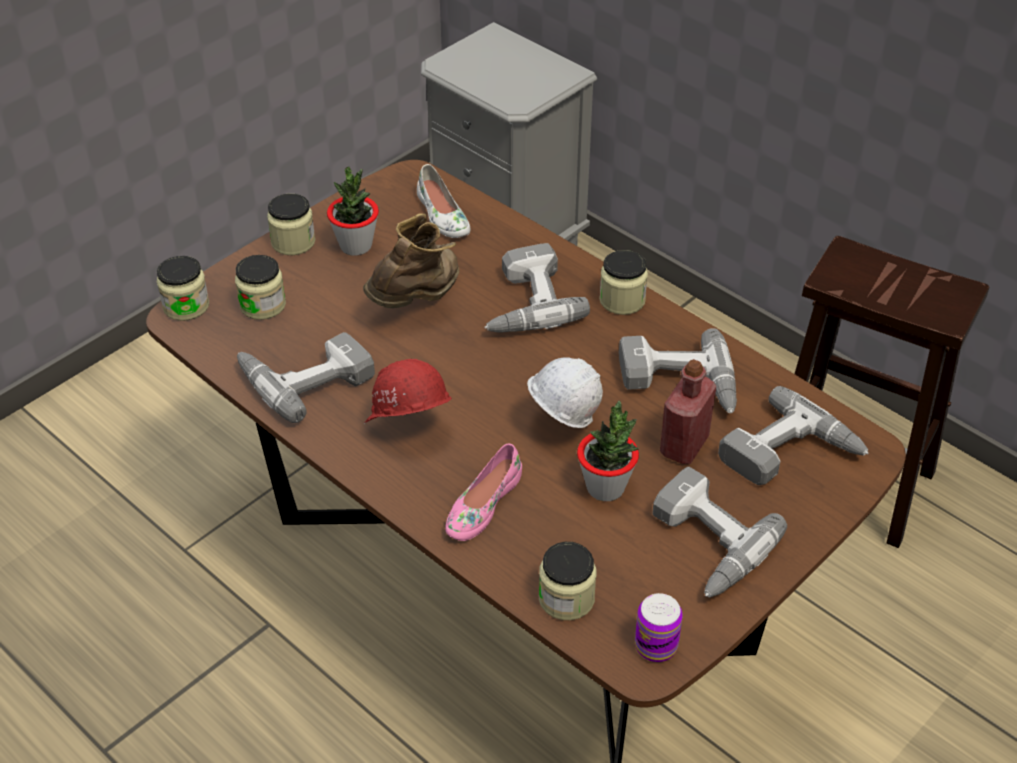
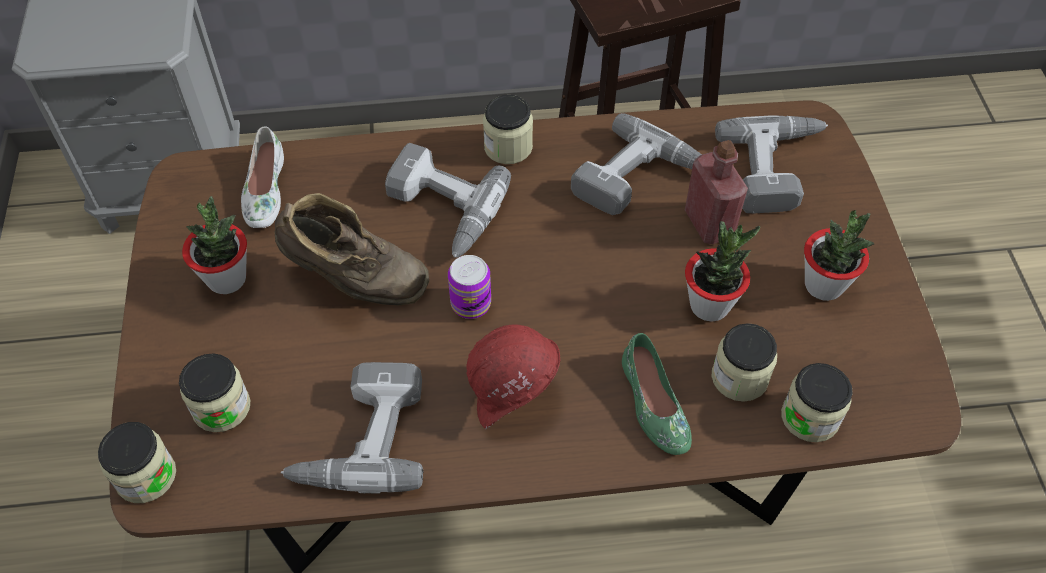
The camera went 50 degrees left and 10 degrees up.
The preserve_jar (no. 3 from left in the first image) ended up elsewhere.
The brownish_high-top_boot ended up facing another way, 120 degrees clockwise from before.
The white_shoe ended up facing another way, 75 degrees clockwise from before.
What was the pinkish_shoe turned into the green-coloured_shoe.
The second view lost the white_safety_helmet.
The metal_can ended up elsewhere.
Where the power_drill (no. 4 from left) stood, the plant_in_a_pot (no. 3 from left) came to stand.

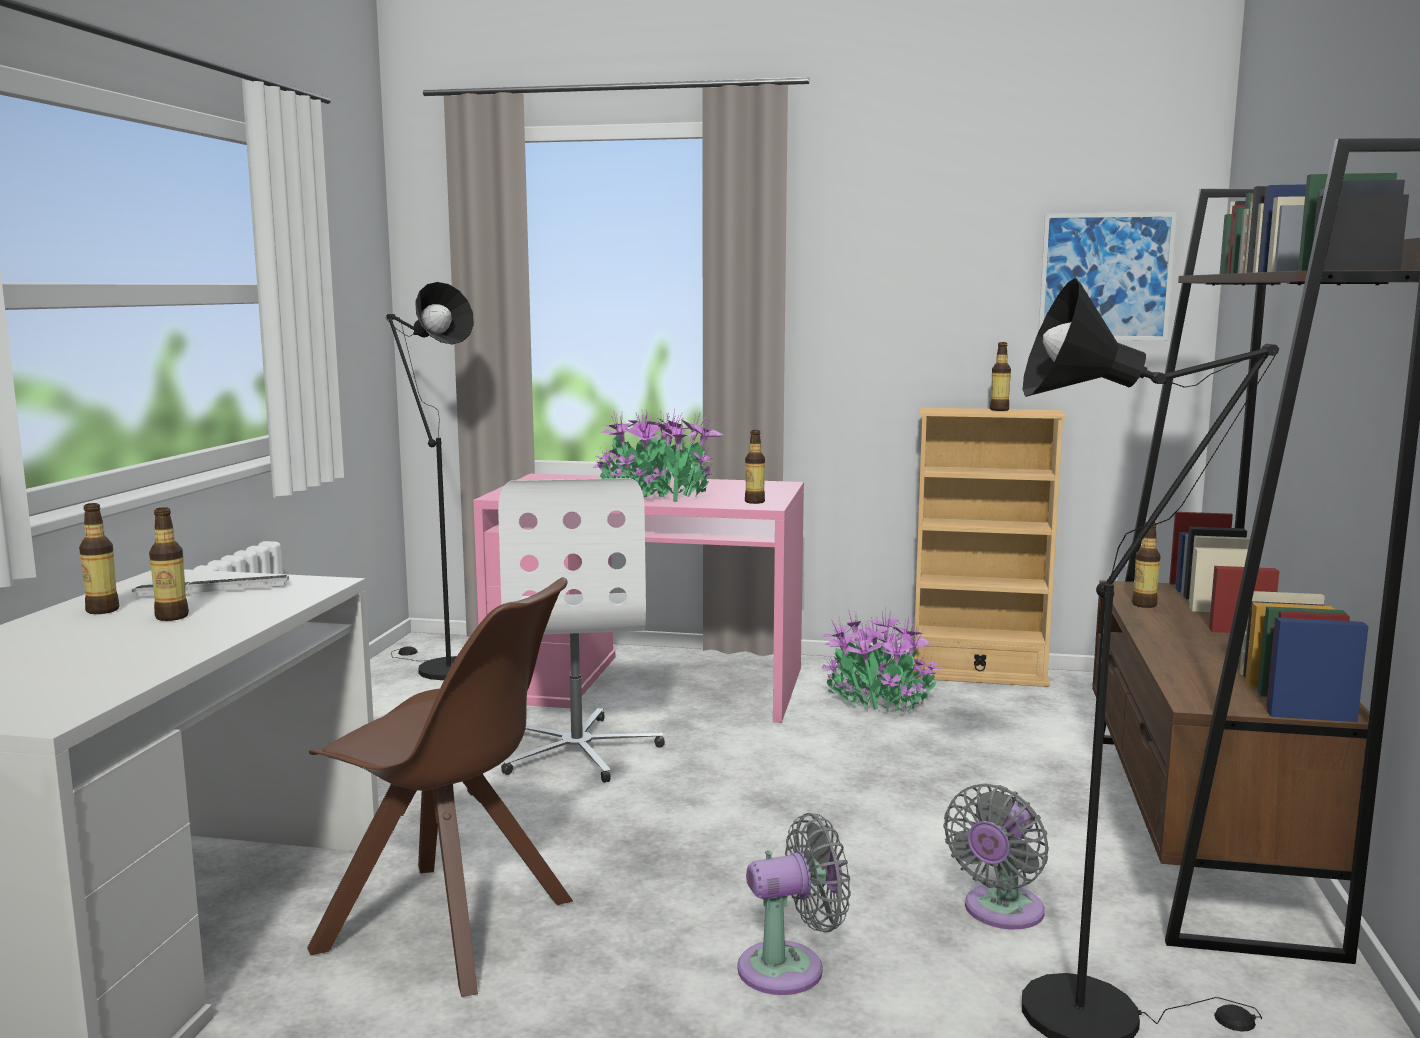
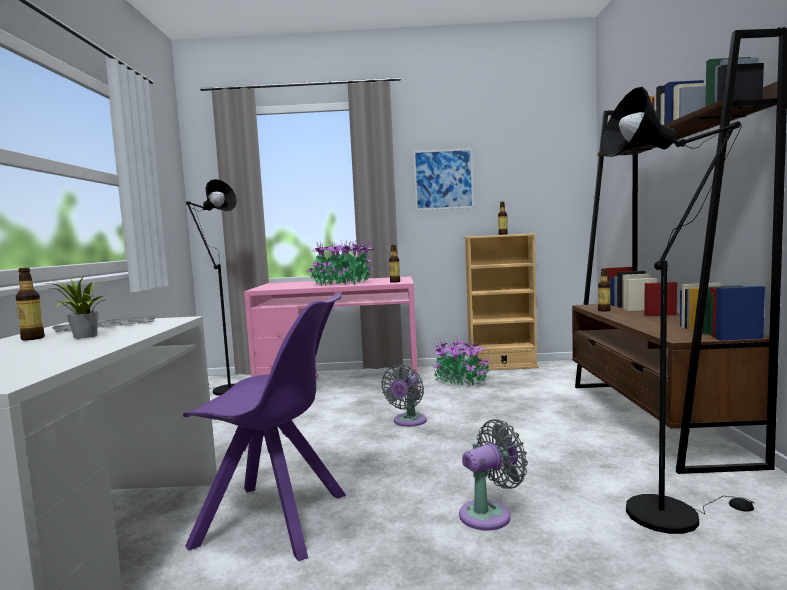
The camera went 10 degrees left and 5 degrees down.
Where the beverage_bottle (no. 2 from left) stood, the plant_in_a_pot (no. 1 from left) came to stand.
What was the brownish_chair turned into the purple-coloured_chair.
The second view lost the white_desk_chair.
The grey_cooling_fan (no. 2 from left in the first image) ended up elsewhere.
The wall_art ended up elsewhere.

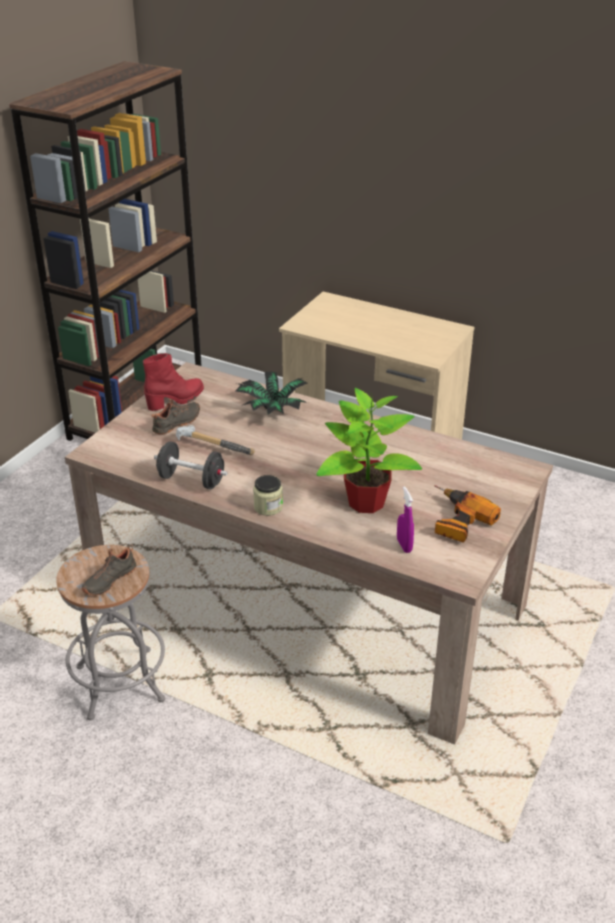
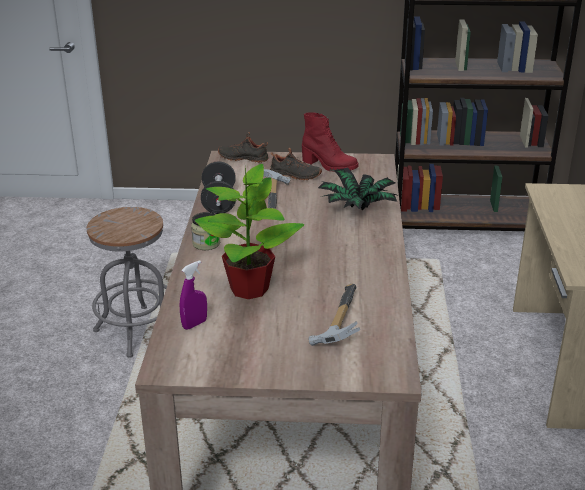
The camera went 65 degrees right and 5 degrees down.
The black_shoe (no. 1 from left) ended up elsewhere.
The second view lost the power_drill.
The second view gained the tool_hammer (no. 2 from left).

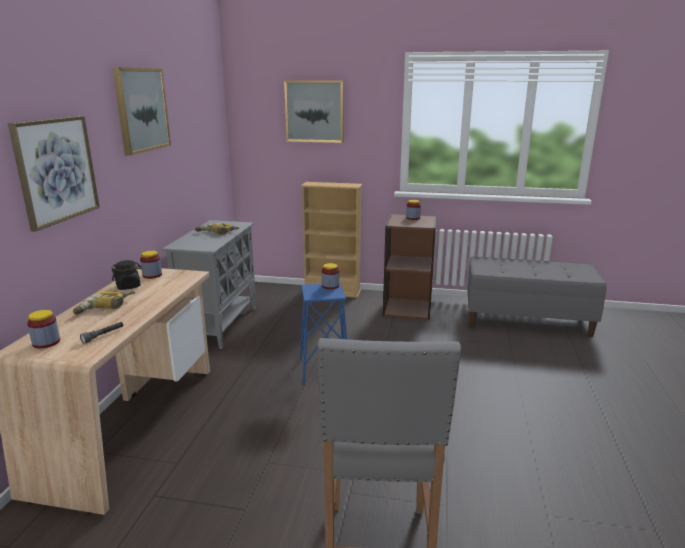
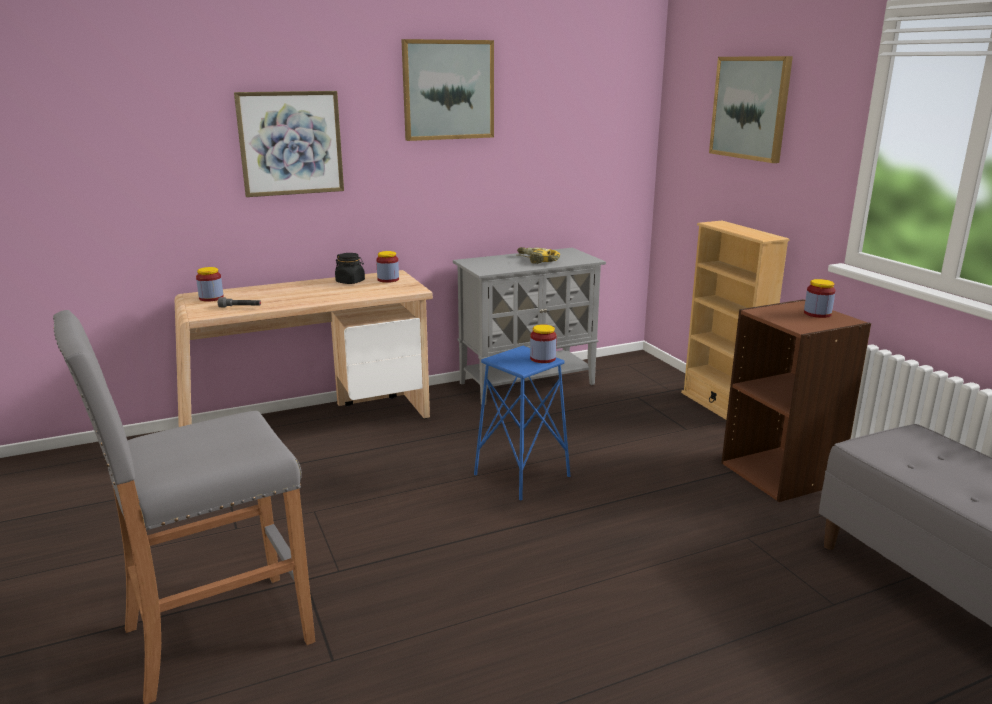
The camera went 55 degrees right and 0 degrees up.
The second view lost the power_drill (no. 1 from left).

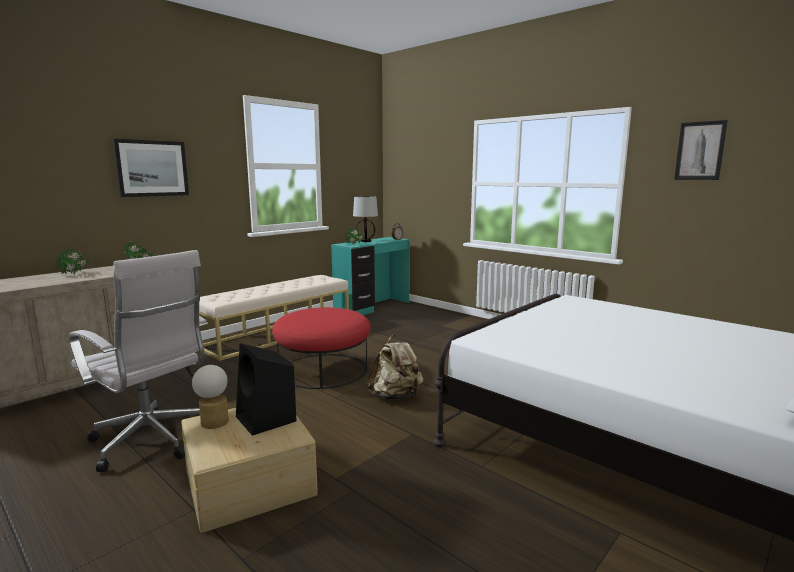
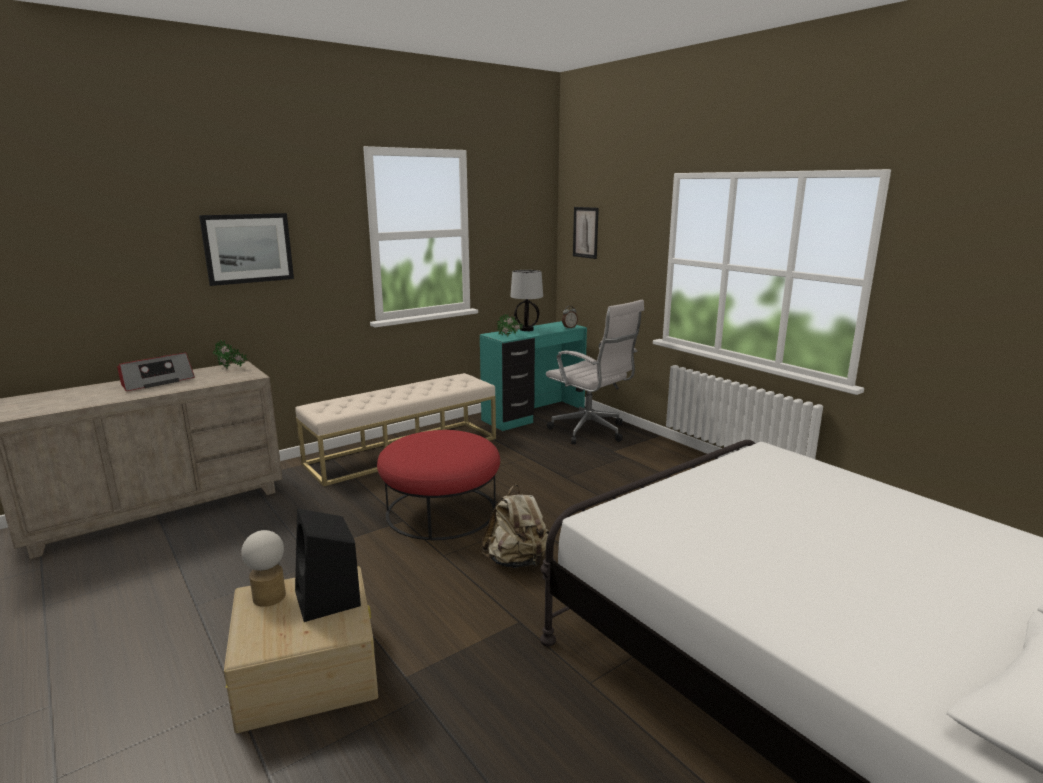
The camera went 10 degrees right and 5 degrees up.
Where the plant_in_a_pot (no. 1 from left) stood, the radio came to stand.
The white_desk_chair ended up elsewhere.
The wall_art (no. 2 from left) ended up elsewhere.

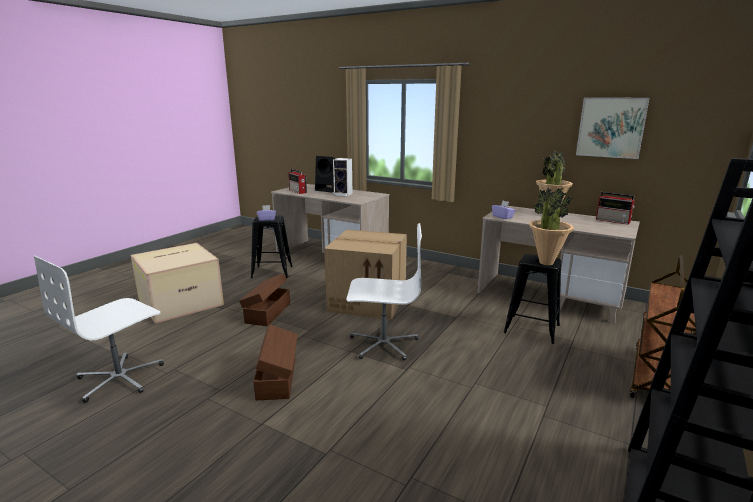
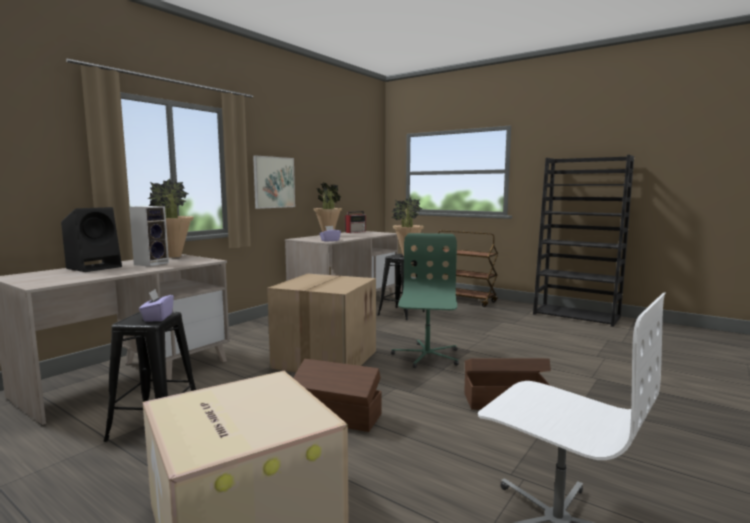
The camera went 85 degrees left and 10 degrees down.
The second view lost the radio (no. 1 from left).
What was the white_desk_chair (no. 2 from left) turned into the green-coloured_desk_chair.
The wall_art ended up elsewhere.
The second view gained the plant_in_a_pot (no. 1 from left).

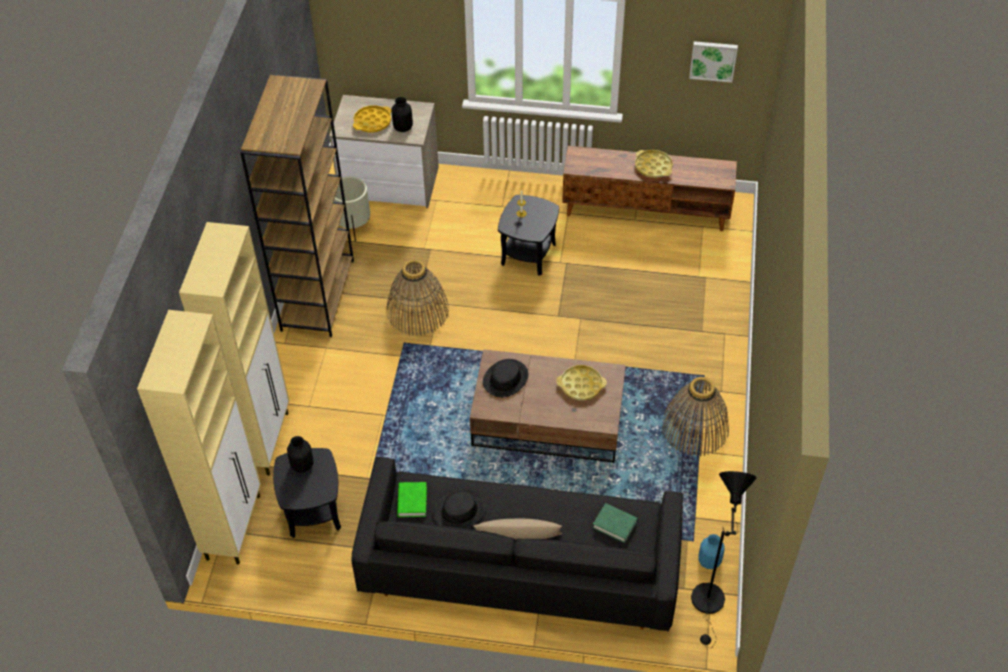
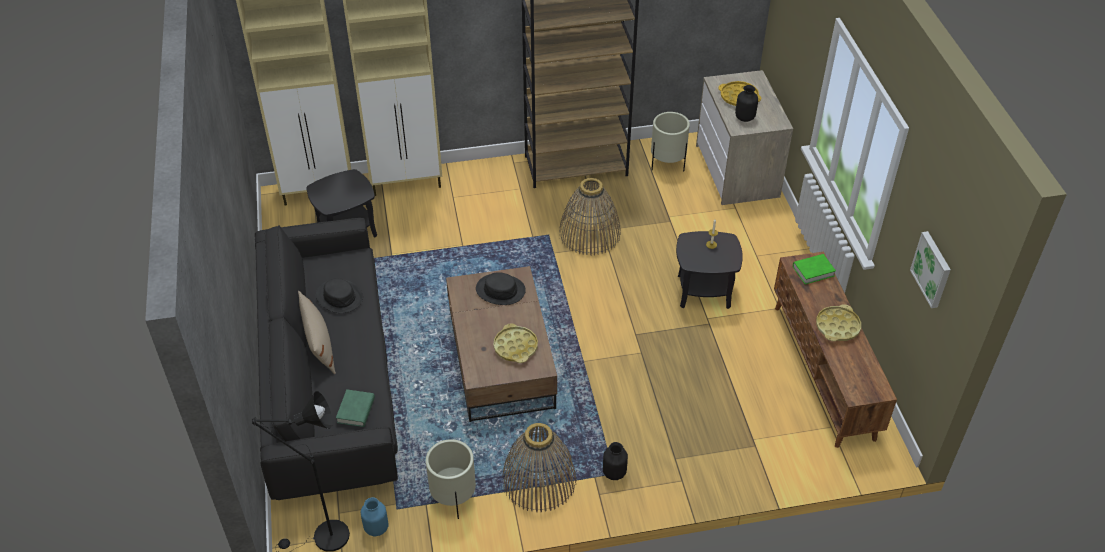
The camera went 70 degrees right and 5 degrees down.
The black_vase (no. 1 from left) ended up elsewhere.
The green-coloured_bound_book (no. 1 from left in the first image) ended up elsewhere.
The second view gained the beige_flower_pot (no. 1 from left).

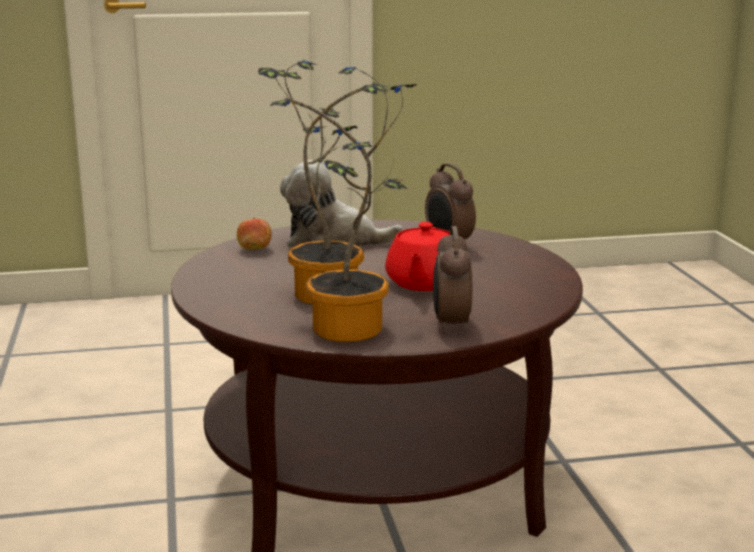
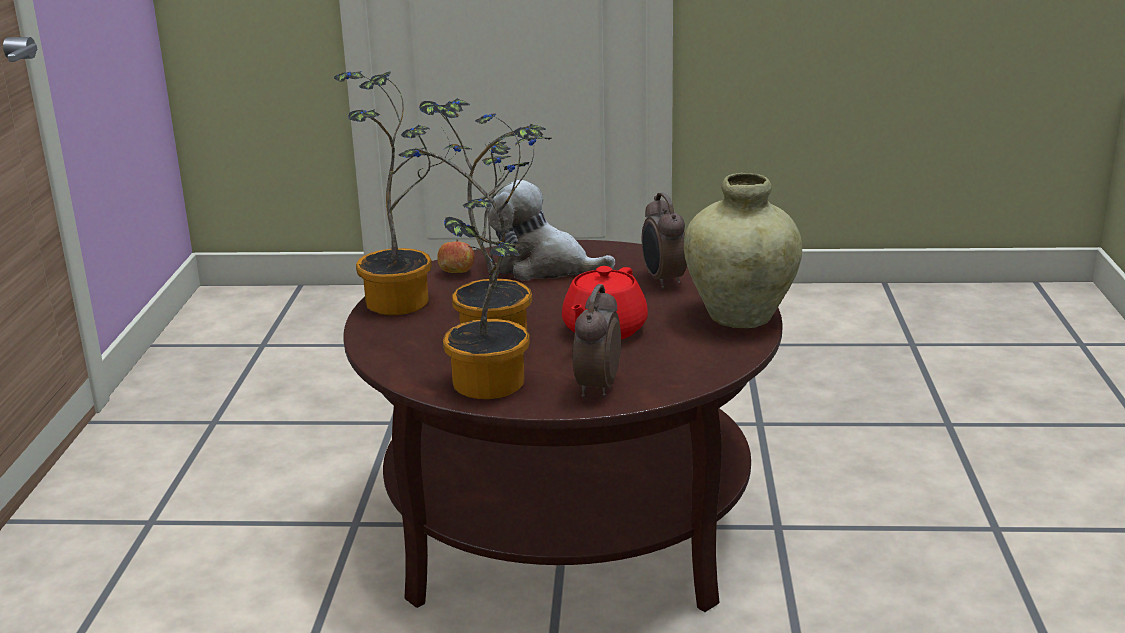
The camera went 15 degrees right and 5 degrees up.
The second view gained the plant_in_a_pot (no. 1 from left).
The second view gained the beige_vase.

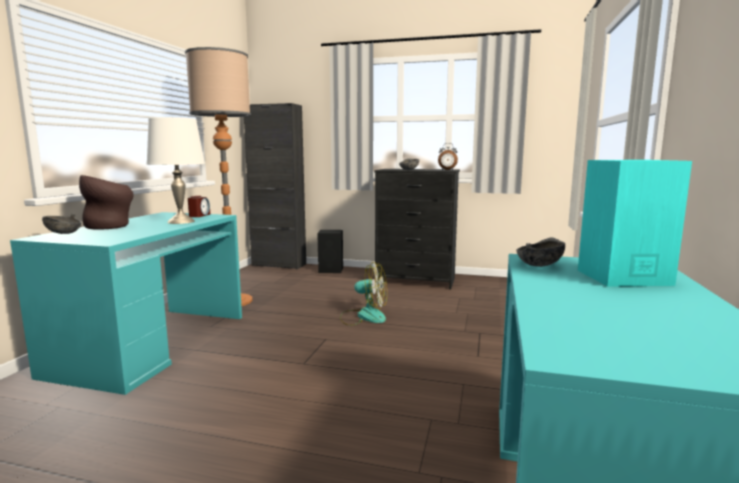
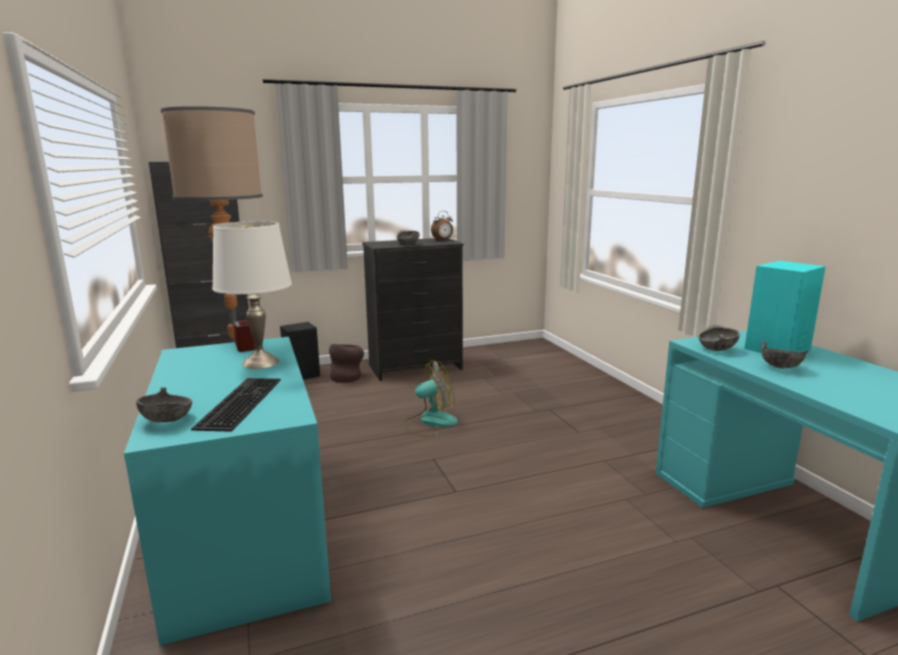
The camera went 35 degrees left and 5 degrees up.
The brownish_vase ended up elsewhere.
The second view gained the PC_keyboard.
The second view gained the grey_serving_bowl (no. 4 from left).

